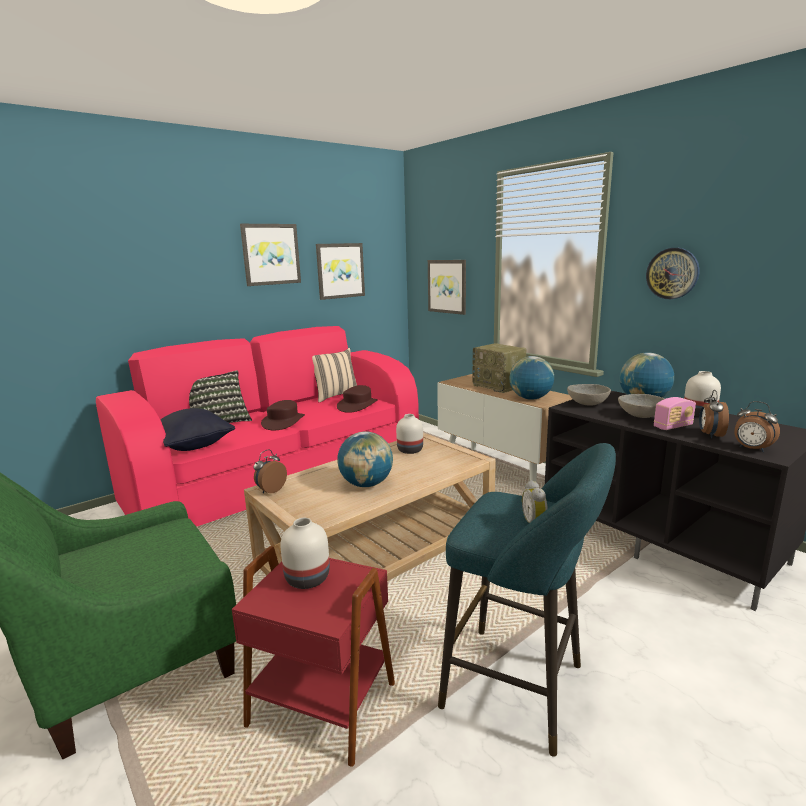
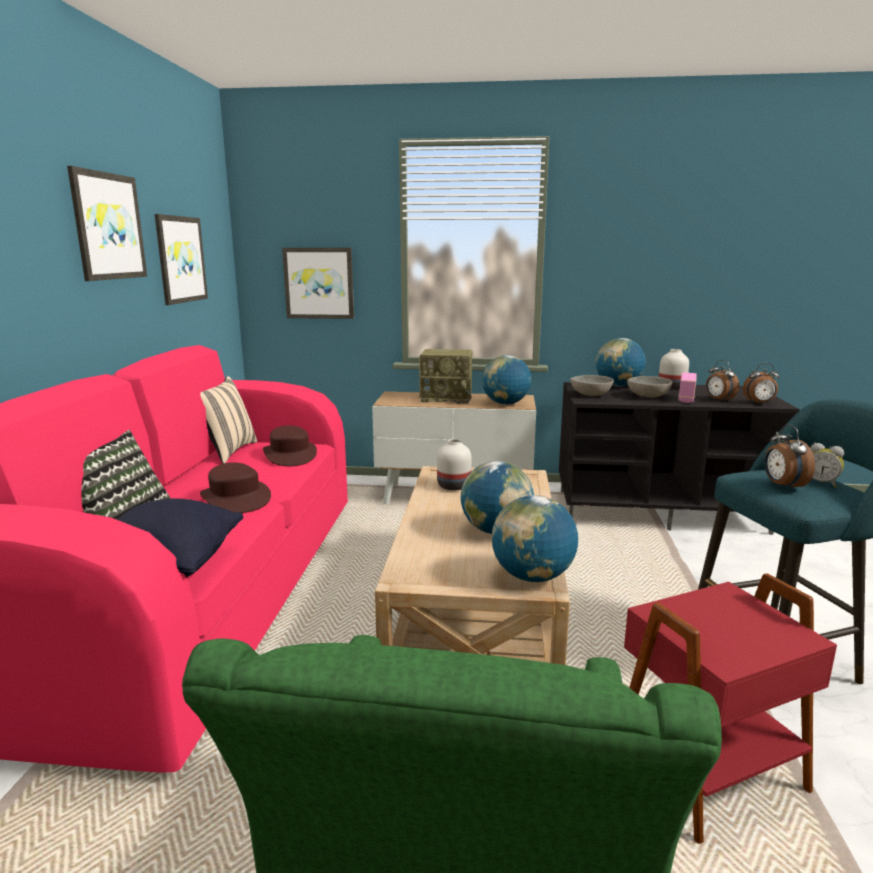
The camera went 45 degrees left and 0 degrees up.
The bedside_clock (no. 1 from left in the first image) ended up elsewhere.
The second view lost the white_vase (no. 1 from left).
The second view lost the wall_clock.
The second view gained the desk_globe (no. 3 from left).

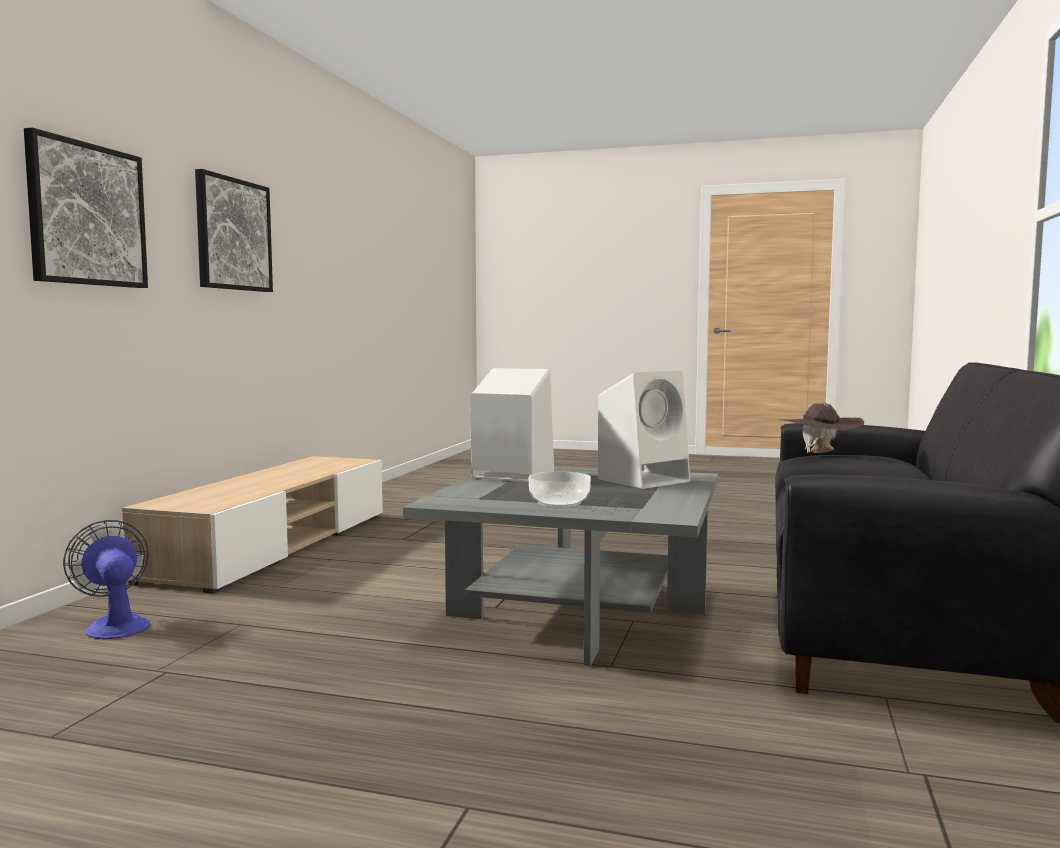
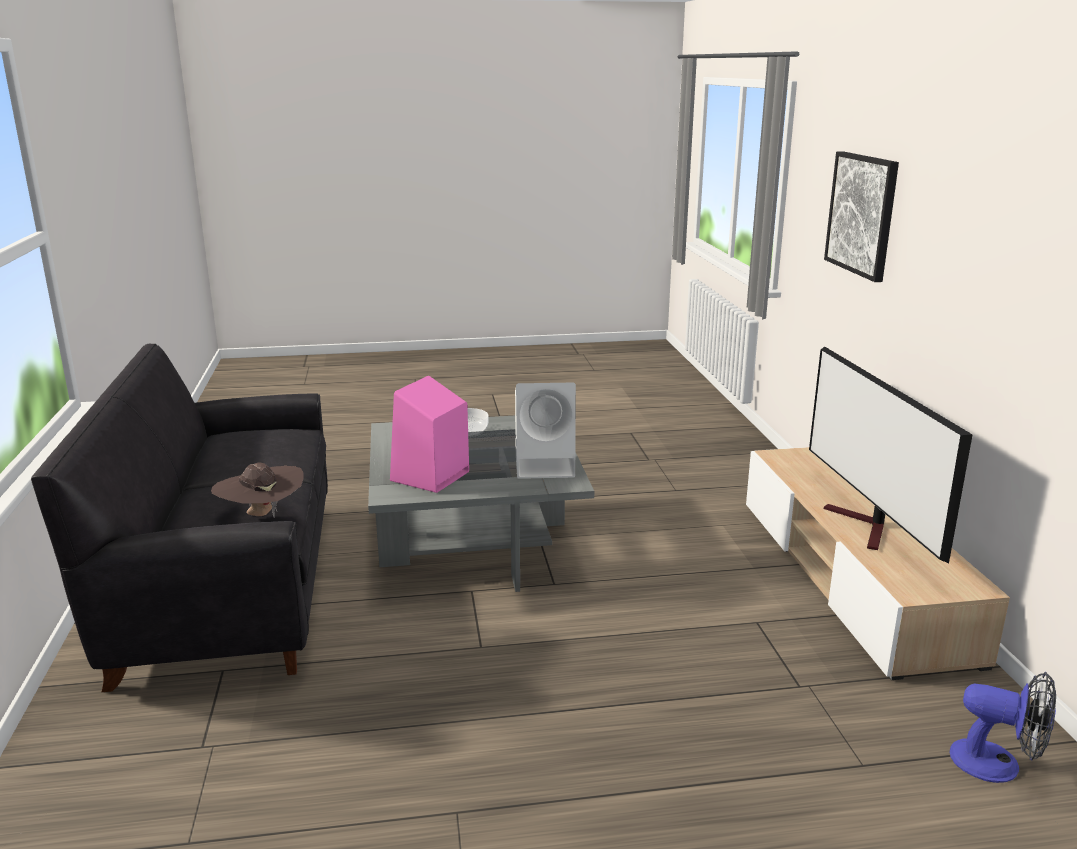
The camera went 155 degrees right and 15 degrees up.
The cooling_fan ended up elsewhere.
The second view lost the wall_art (no. 2 from left).
What was the white_audio_speaker (no. 2 from left) turned into the pinkish_audio_speaker.
The second view gained the TV.

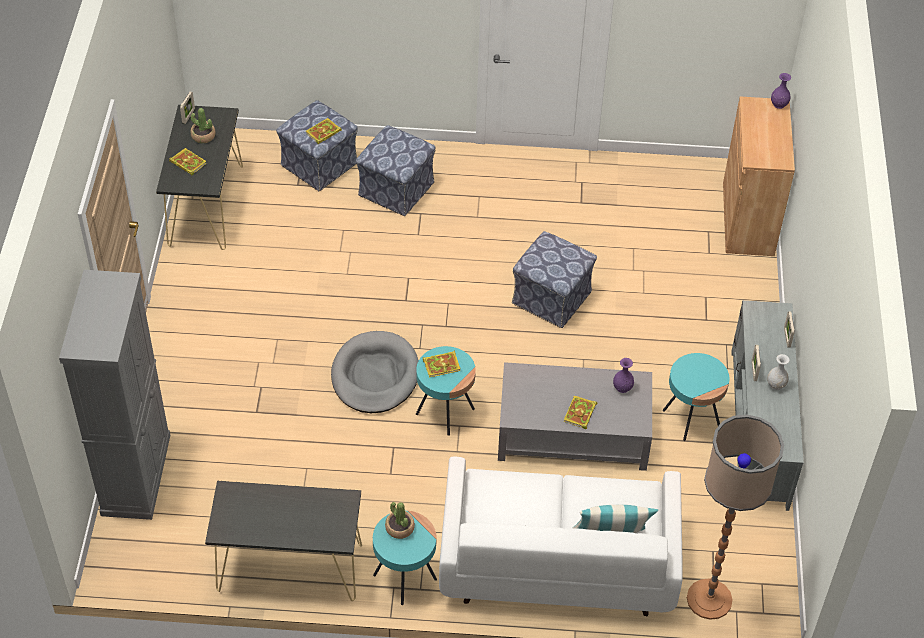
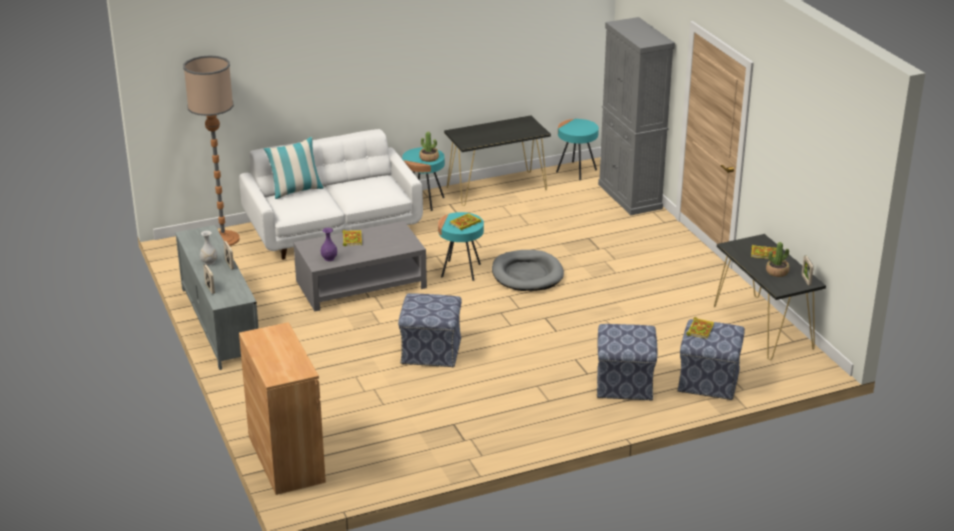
The camera went 155 degrees right and 20 degrees down.
The turquoise-coloured_side_table (no. 3 from left) ended up elsewhere.
The second view lost the purple-coloured_vase (no. 2 from left).

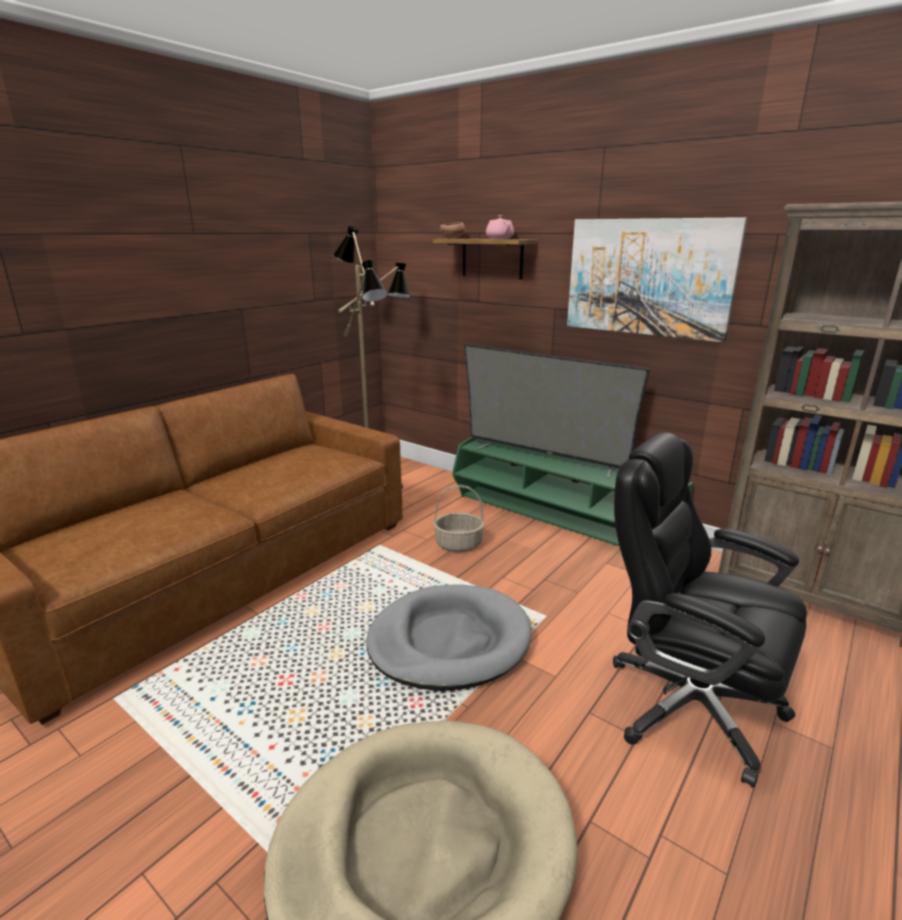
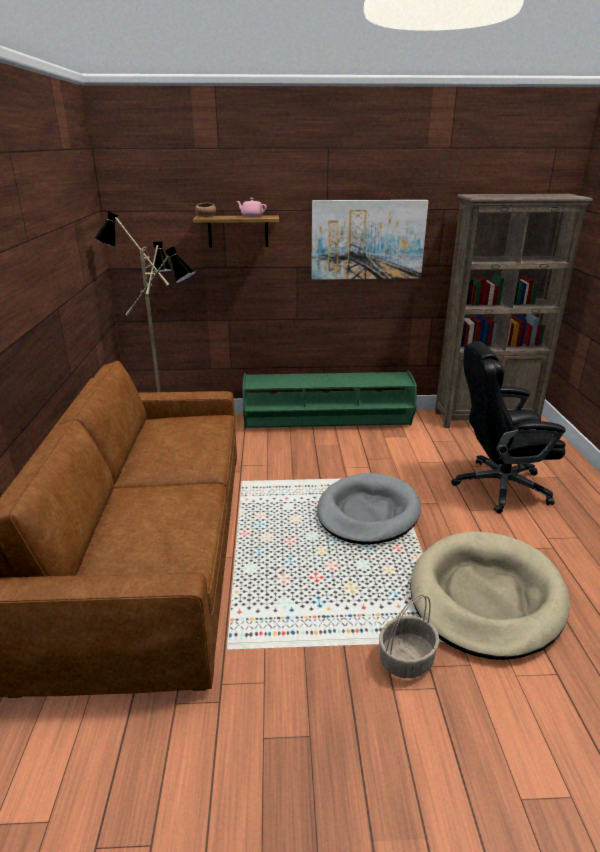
The camera went 40 degrees left and 5 degrees up.
The basket ended up elsewhere.
The second view lost the TV.

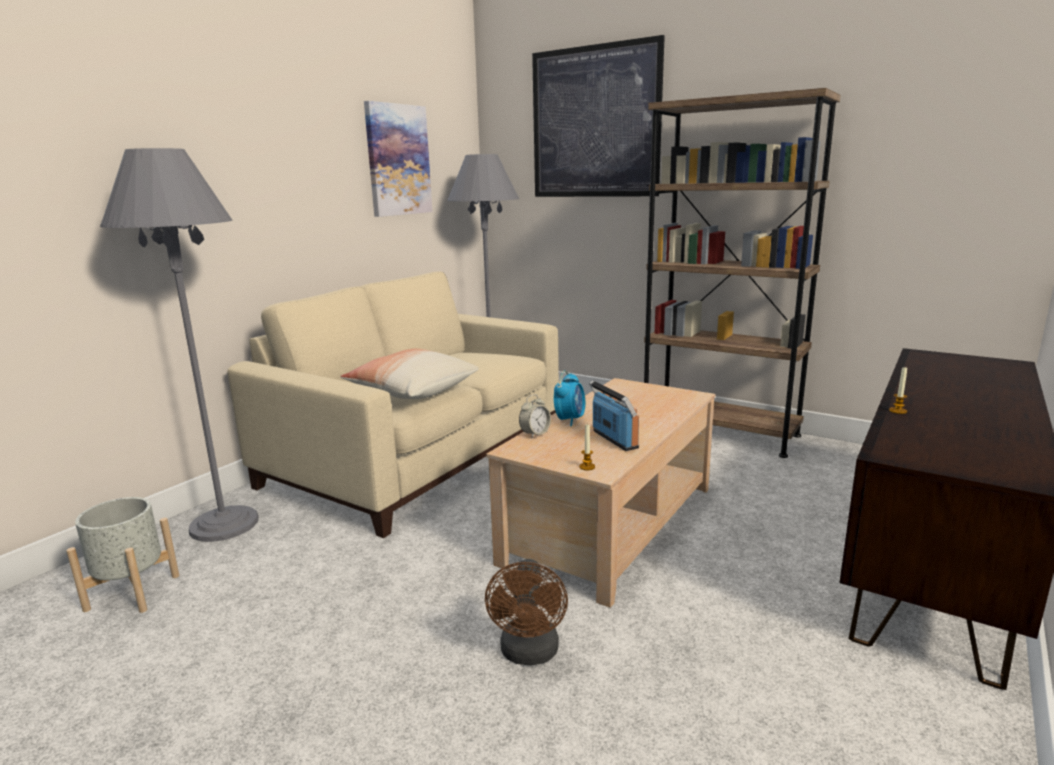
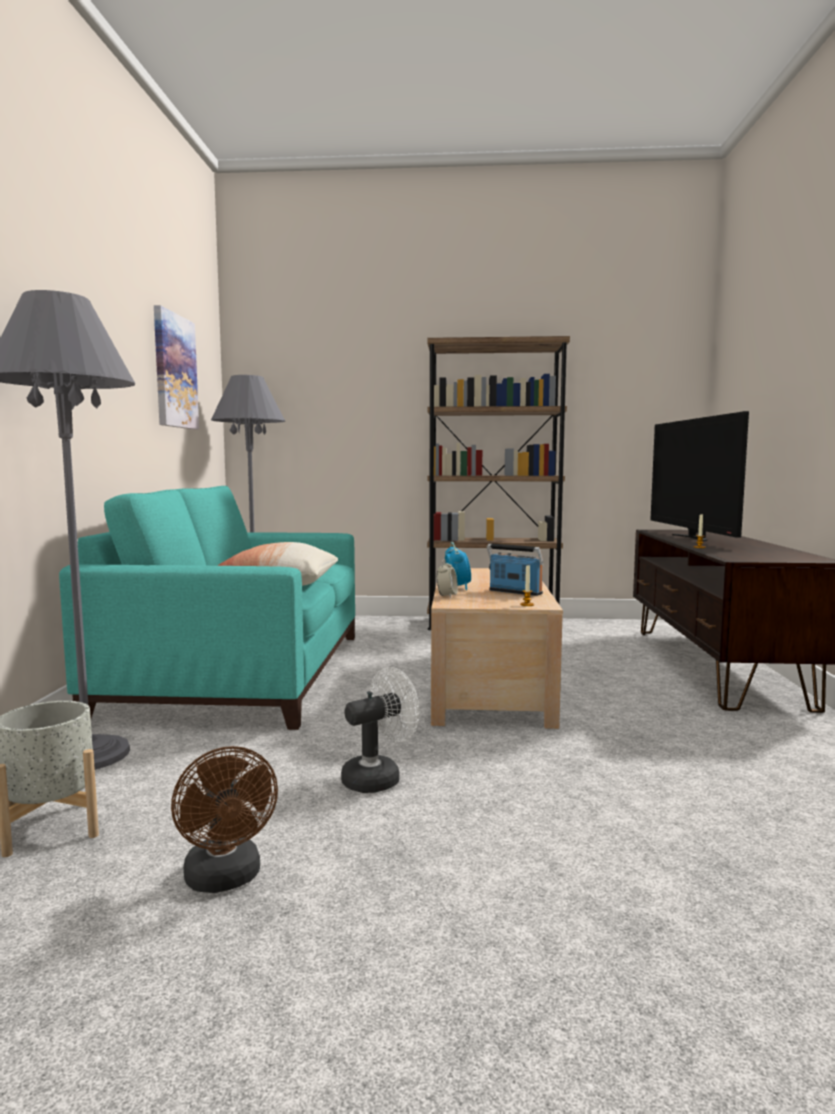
The camera went 30 degrees left and 10 degrees down.
What was the beige_couch turned into the turquoise-coloured_couch.
The brownish_cooling_fan ended up elsewhere.
The second view lost the wall_art (no. 2 from left).
The second view gained the white_cooling_fan.
The second view gained the TV.

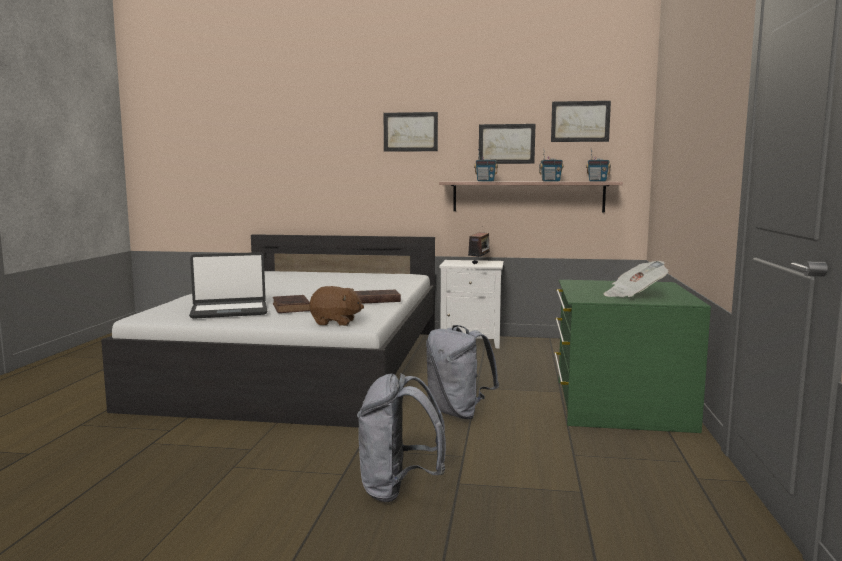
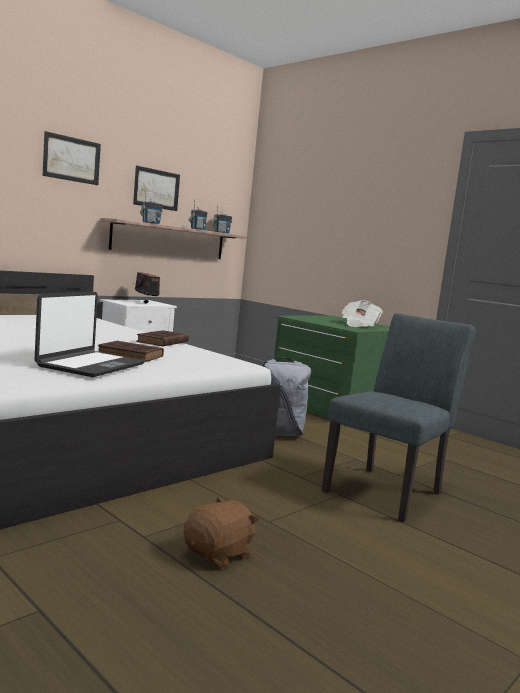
The camera went 55 degrees left and 0 degrees up.
The brownish_plush_toy ended up elsewhere.
Where the grey_rucksack (no. 1 from left) stood, the grey_chair came to stand.
The second view lost the wall_art (no. 3 from left).

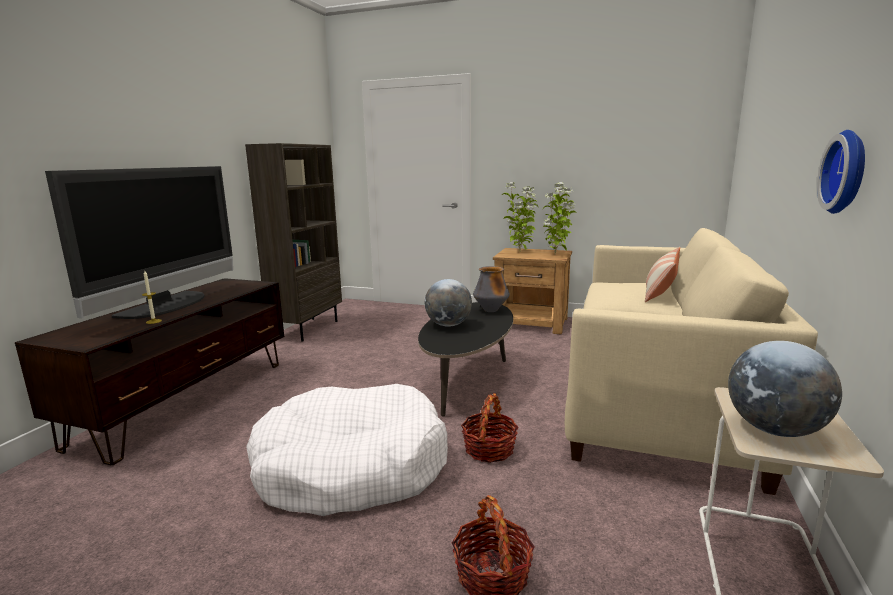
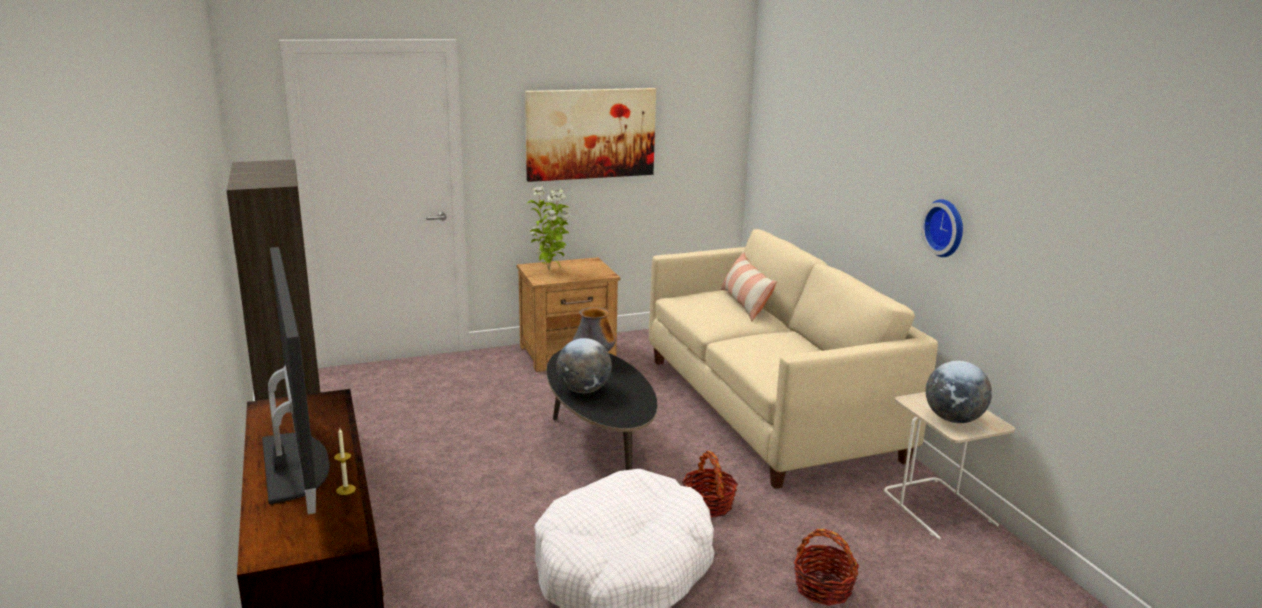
The camera went 40 degrees left and 5 degrees up.
The second view lost the plant_in_a_pot (no. 2 from left).
The second view gained the wall_art.

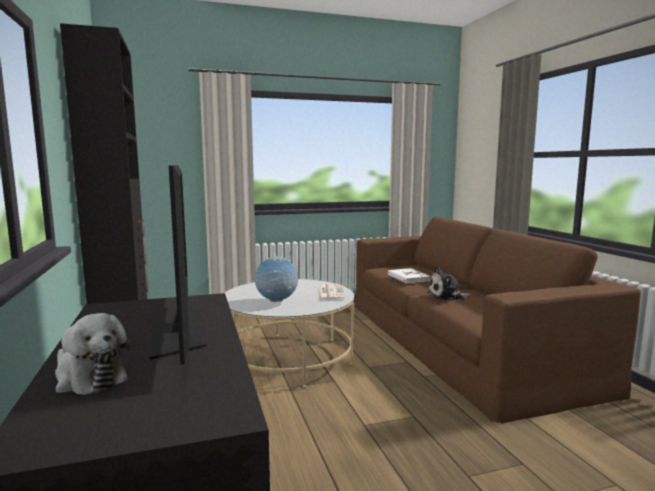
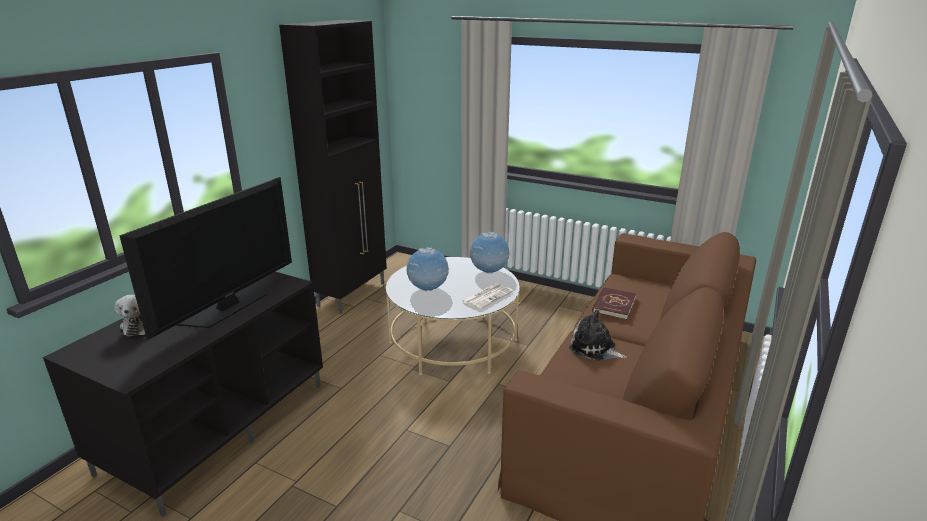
The camera went 45 degrees right and 15 degrees up.
What was the white_bound_book turned into the reddish_bound_book.
The second view gained the desk_globe (no. 2 from left).

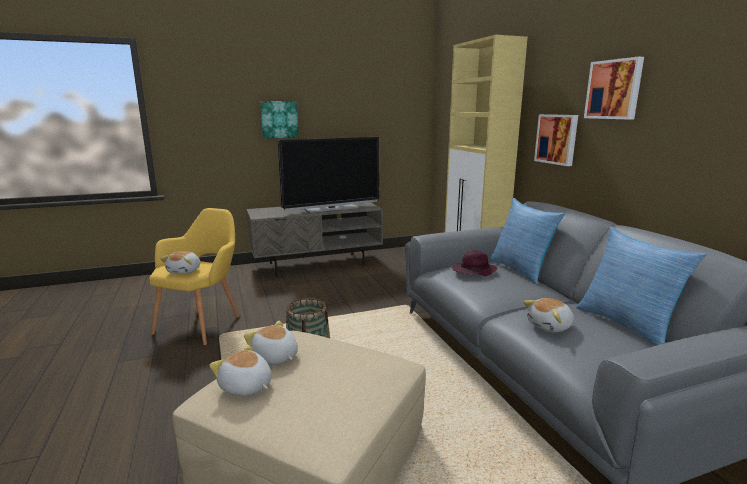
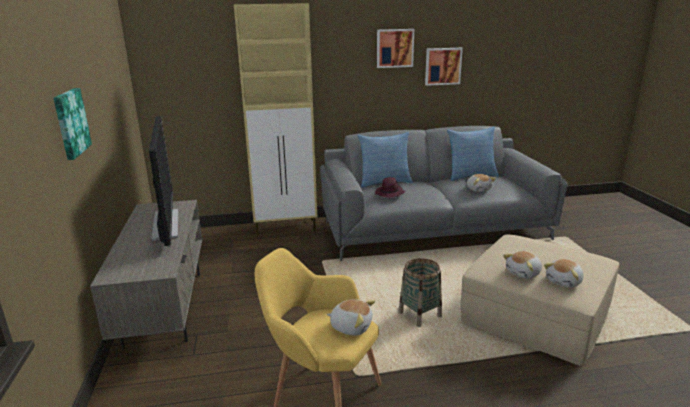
The camera went 80 degrees left and 5 degrees up.
The wall_art (no. 2 from left in the first image) ended up elsewhere.

